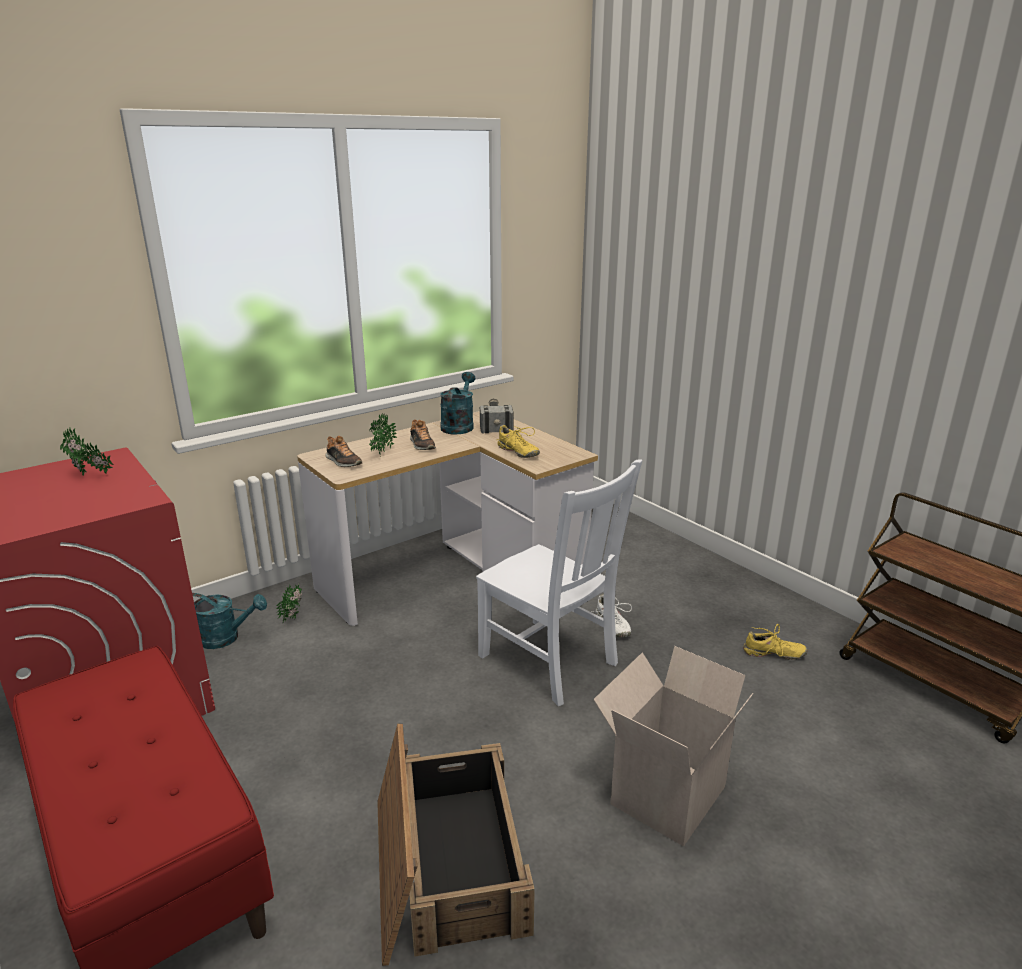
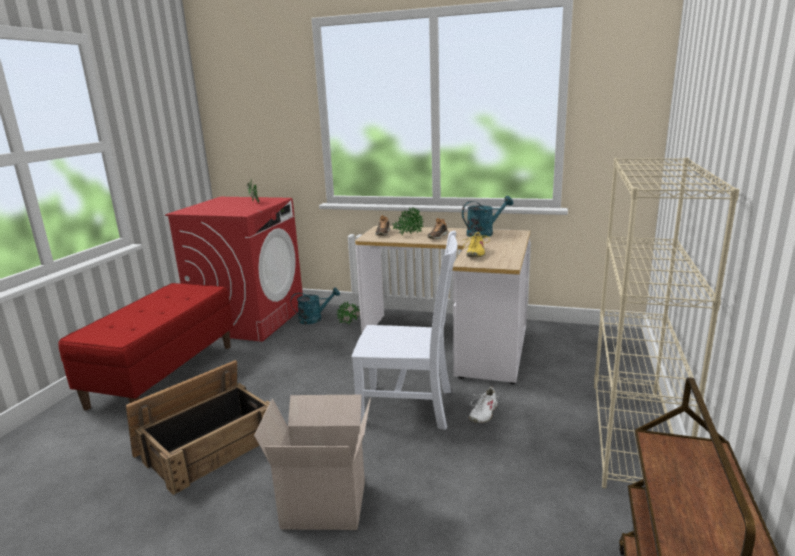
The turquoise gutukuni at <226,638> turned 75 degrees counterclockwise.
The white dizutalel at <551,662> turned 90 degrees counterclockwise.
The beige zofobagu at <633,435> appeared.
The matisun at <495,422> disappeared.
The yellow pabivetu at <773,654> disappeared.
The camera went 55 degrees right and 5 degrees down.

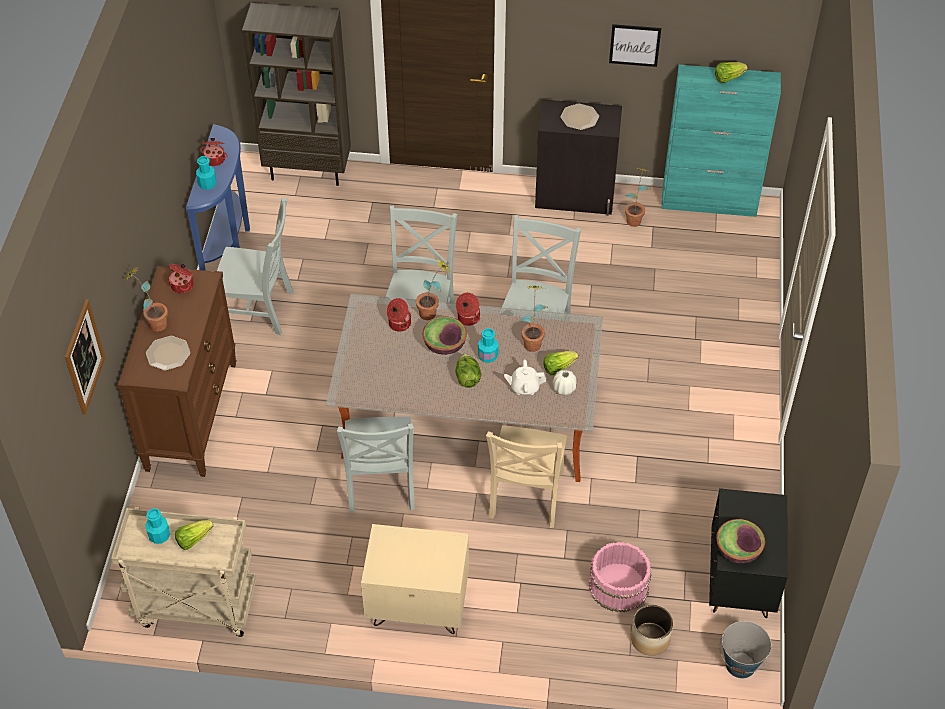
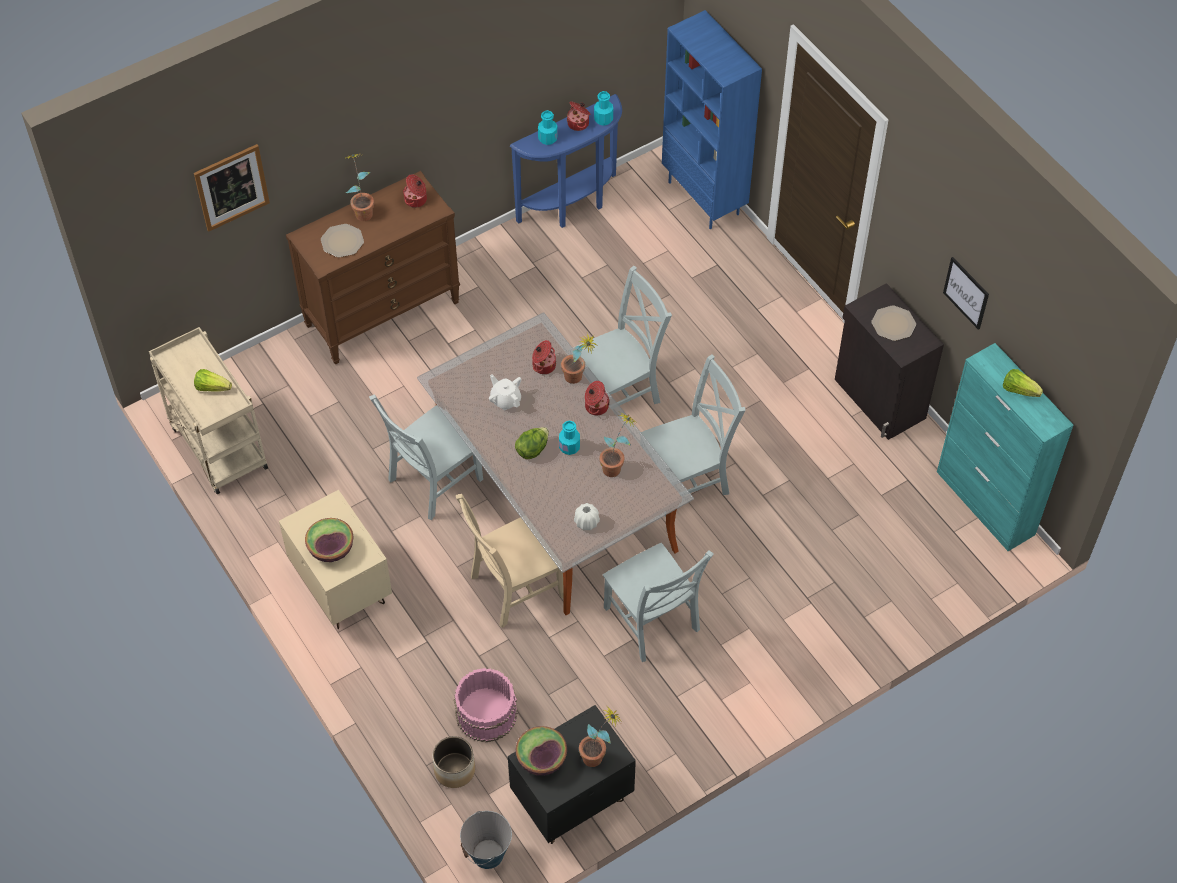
The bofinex moved from <444,345> to <331,548>.
The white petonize moved from <524,387> to <505,400>.
The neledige moved from <635,218> to <598,756>.
The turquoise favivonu moved from <159,535> to <603,119>.
The grey dizutalel moved from <260,310> to <653,622>.
The brown zofobagu at <308,170> became the blue zofobagu at <705,198>.
The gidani at <558,367> disappeared.
The camera went 50 degrees right and 5 degrees up.

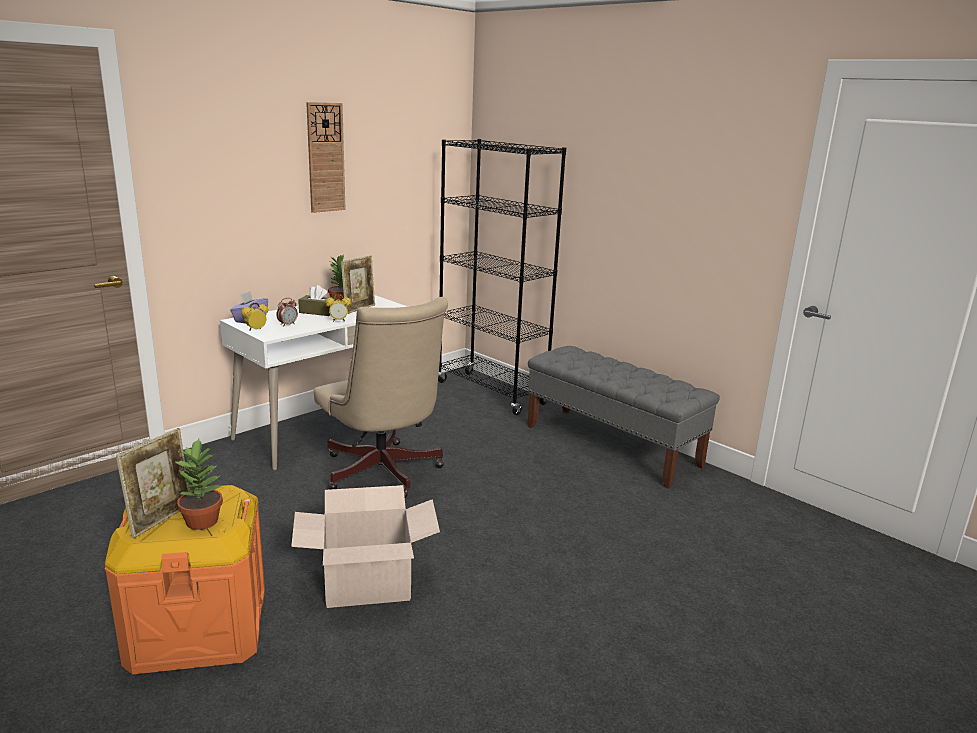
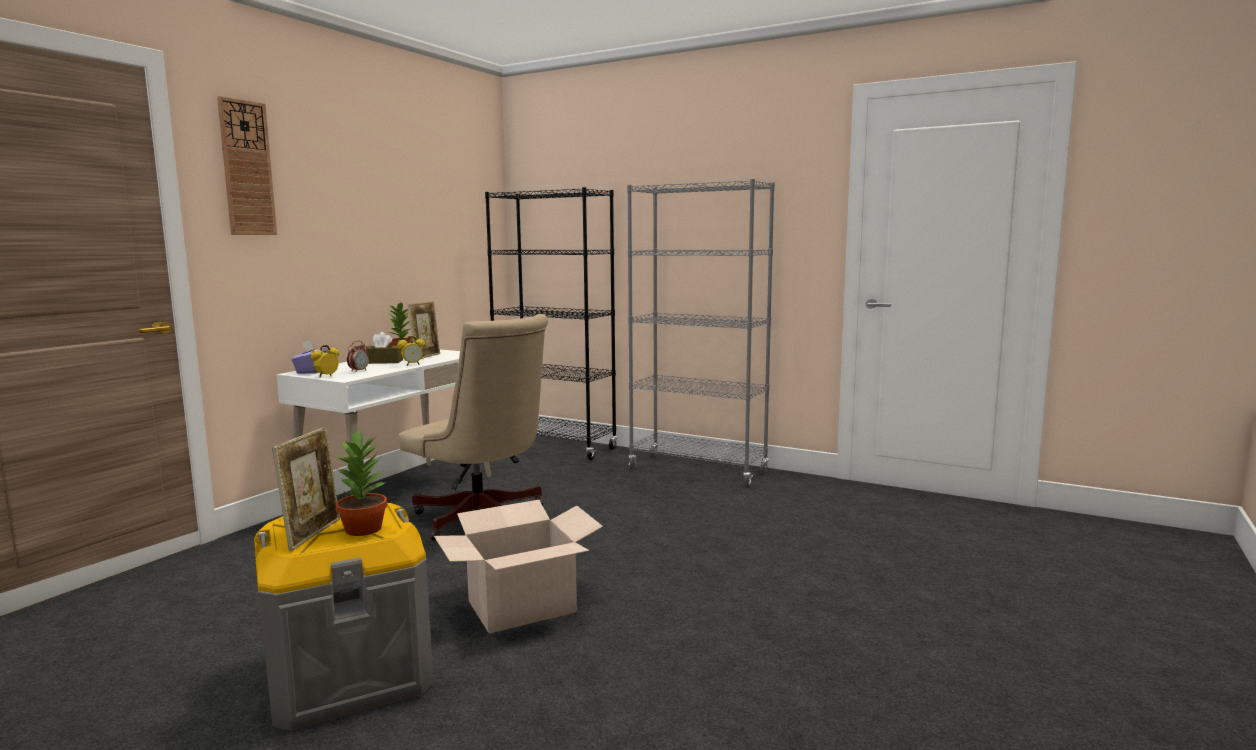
The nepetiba moved from <325,158> to <247,168>.
The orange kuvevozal at <198,627> became the grey kuvevozal at <348,675>.
The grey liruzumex at <612,446> was replaced by the grey zofobagu at <698,470>.
The camera went 15 degrees left and 10 degrees down.

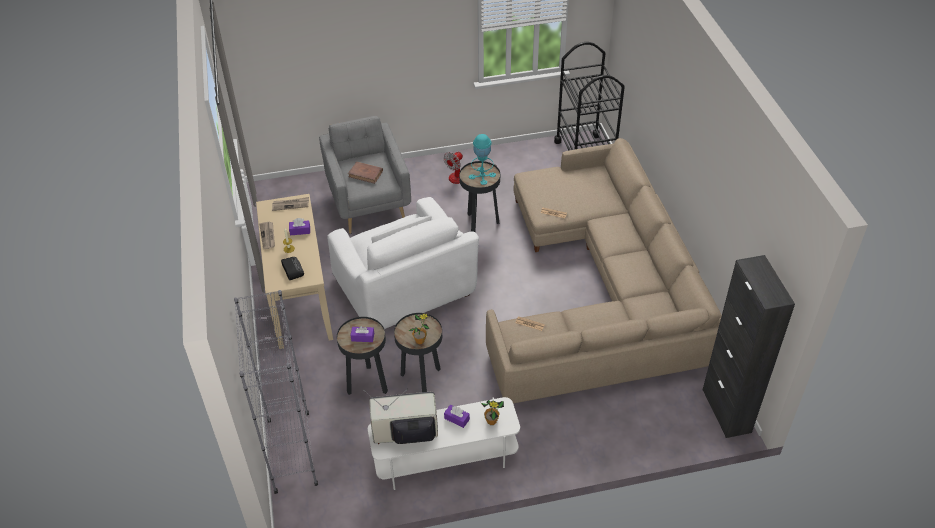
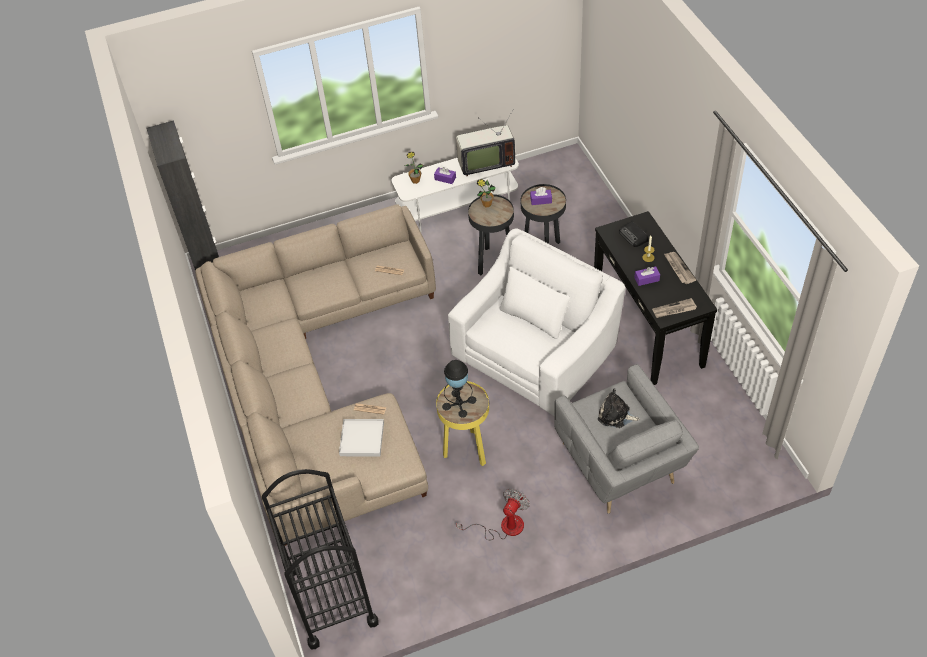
The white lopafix at <362,439> appeared.
The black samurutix at <480,224> became the yellow samurutix at <467,451>.
The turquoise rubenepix at <482,176> became the black rubenepix at <459,403>.
The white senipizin at <405,289> turned 75 degrees clockwise.
The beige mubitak at <299,298> became the black mubitak at <647,326>.
The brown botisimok at <365,174> was replaced by the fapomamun at <616,415>.
The grey zofobagu at <292,452> disappeared.
The camera went 175 degrees right and 5 degrees up.

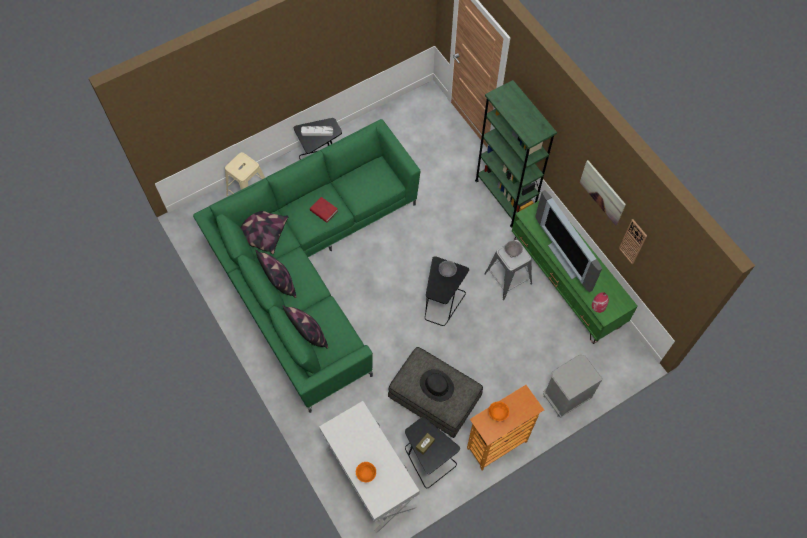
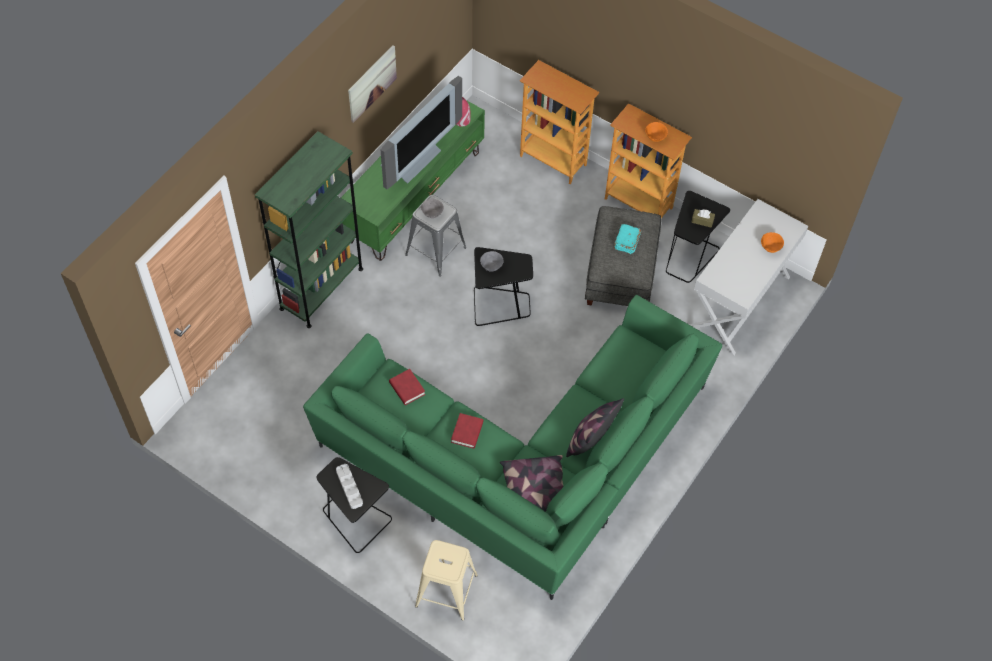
The red botisimok at <407,388> appeared.
The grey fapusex at <565,397> was replaced by the zofobagu at <553,160>.
The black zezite at <436,385> was replaced by the turquoise botisimok at <626,242>.
The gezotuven at <309,334> disappeared.
The nepetiba at <633,241> disappeared.
The camera went 115 degrees left and 5 degrees down.

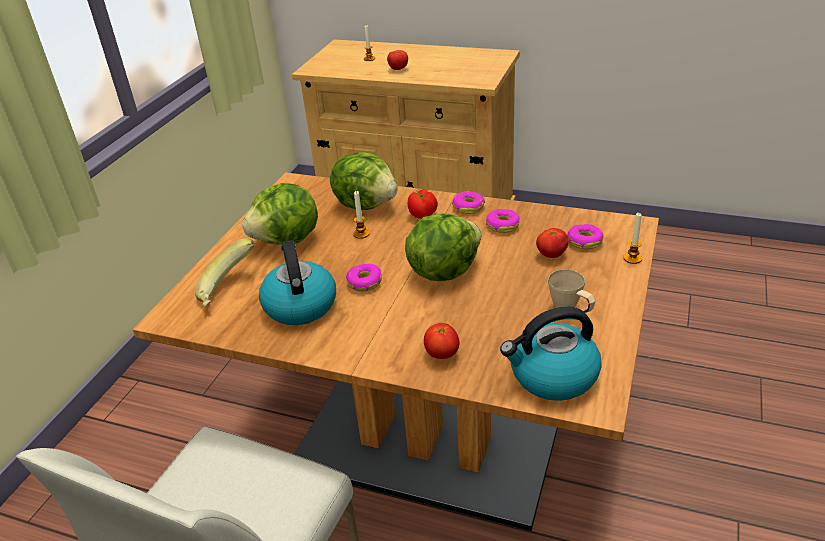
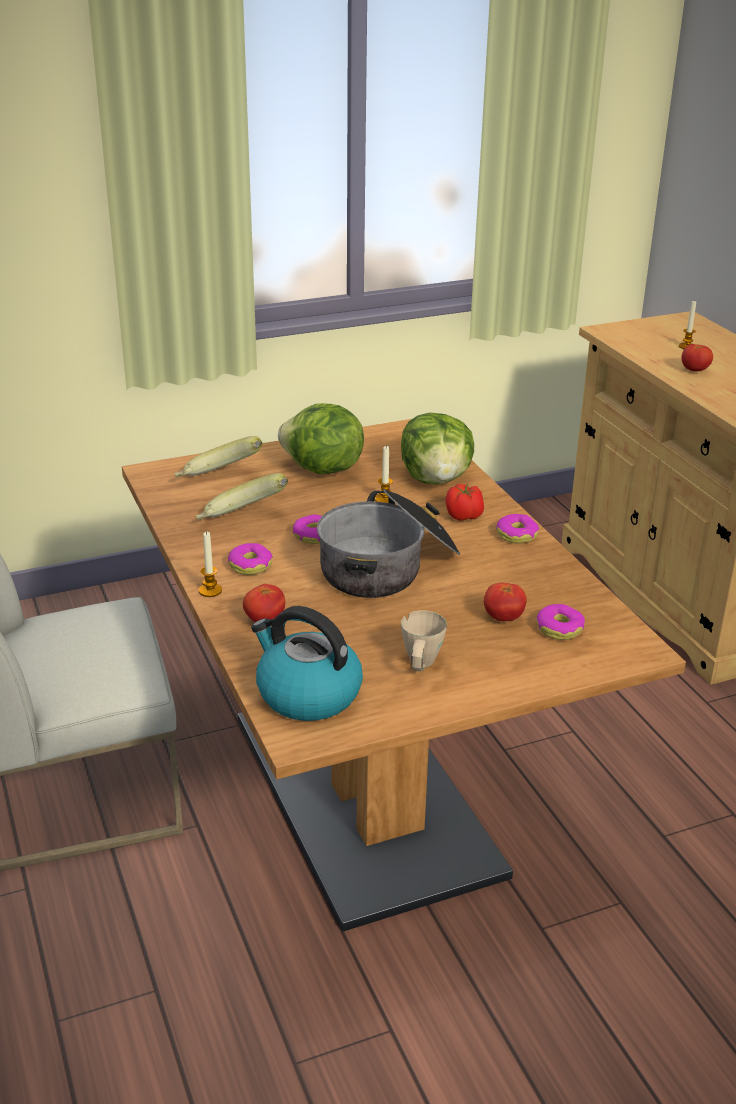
The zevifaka at <299,305> was replaced by the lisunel at <241,520>.
The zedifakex moved from <632,258> to <210,591>.
The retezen moved from <503,225> to <250,565>.
The gidani at <443,270> was replaced by the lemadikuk at <388,567>.
The camera went 45 degrees right and 5 degrees down.

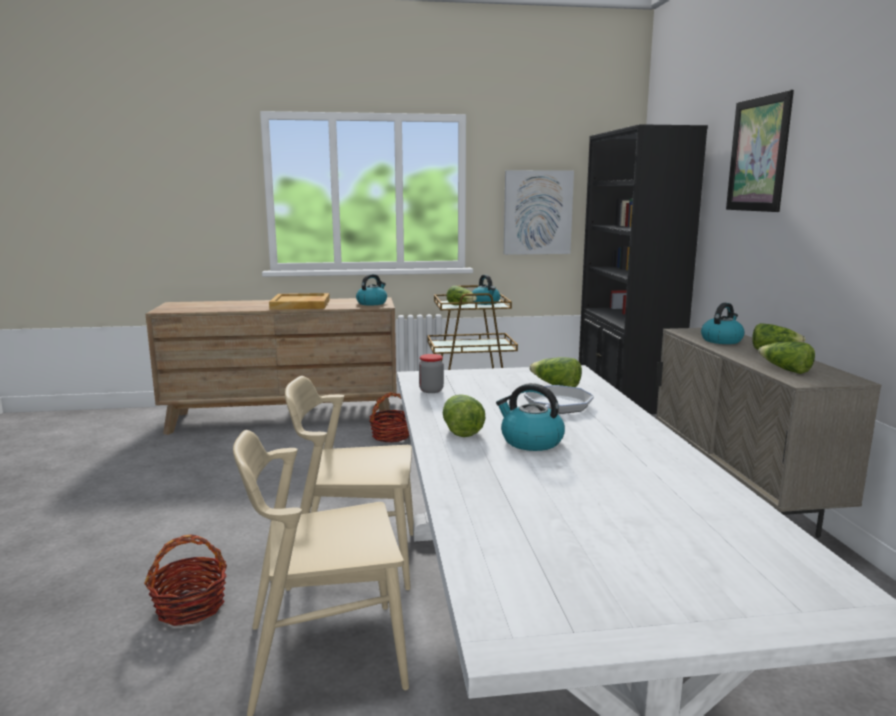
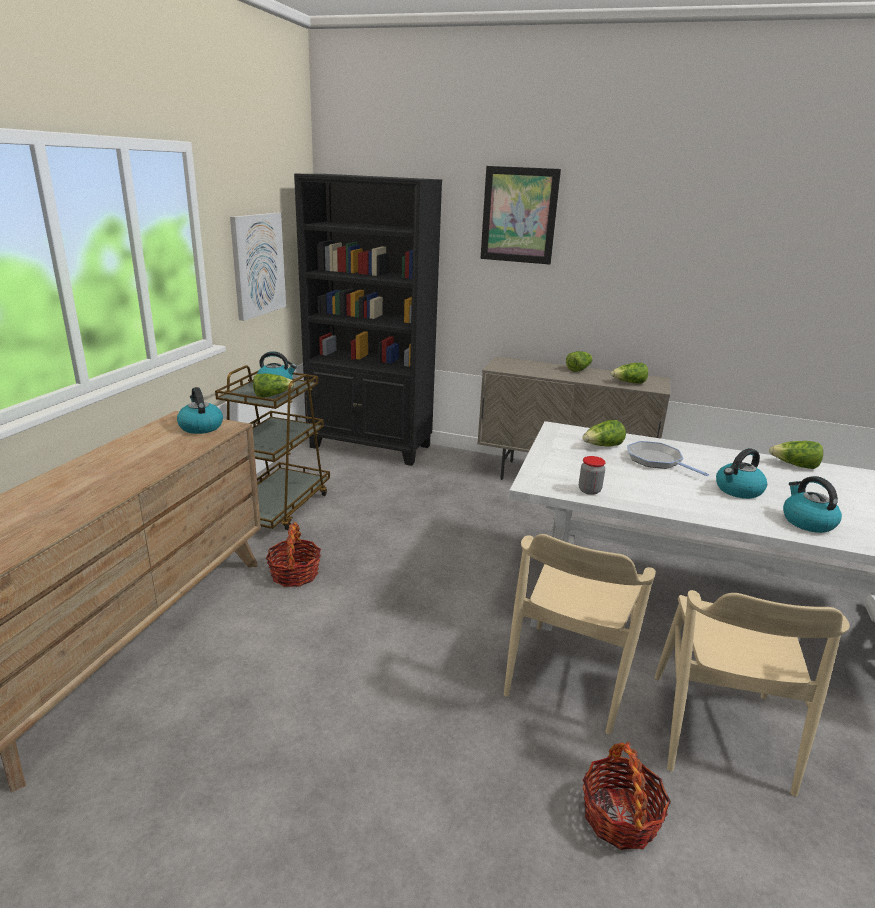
The gidani moved from <461,430> to <794,465>.
The zevifaka moved from <721,340> to <807,522>.
The beige lopafix at <301,304> disappeared.
The camera went 65 degrees left and 10 degrees up.

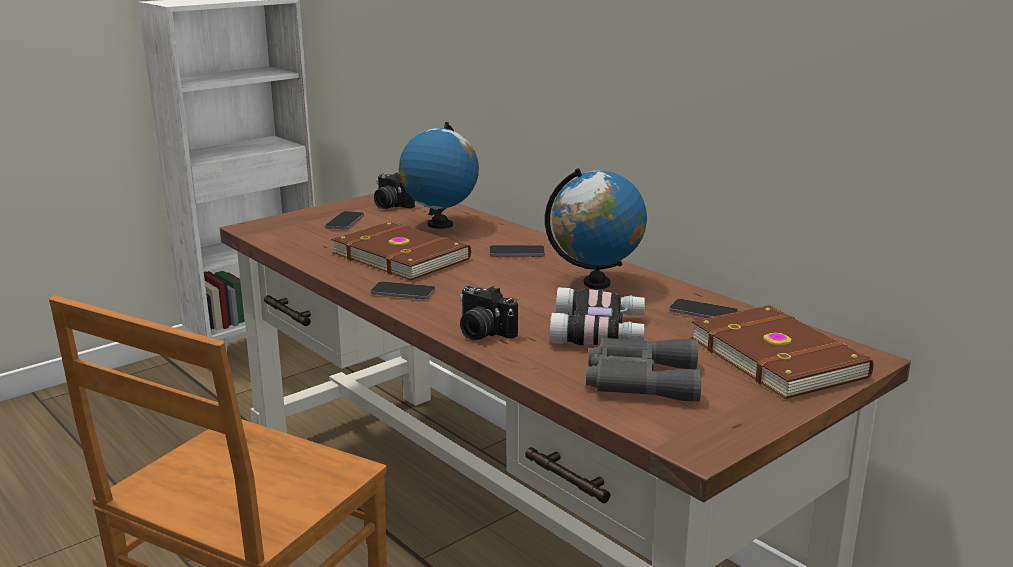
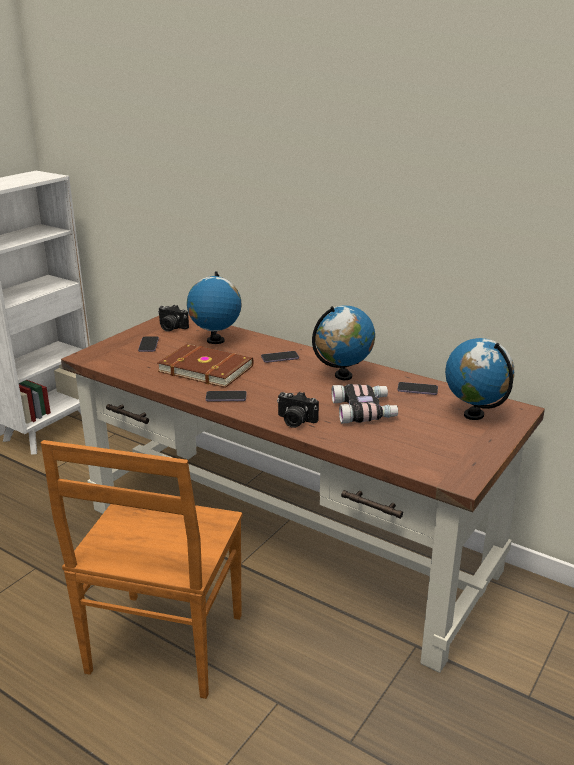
The brown botisimok at <778,356> was replaced by the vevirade at <474,415>.
The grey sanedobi at <639,379> disappeared.
The camera went 15 degrees left and 5 degrees up.

